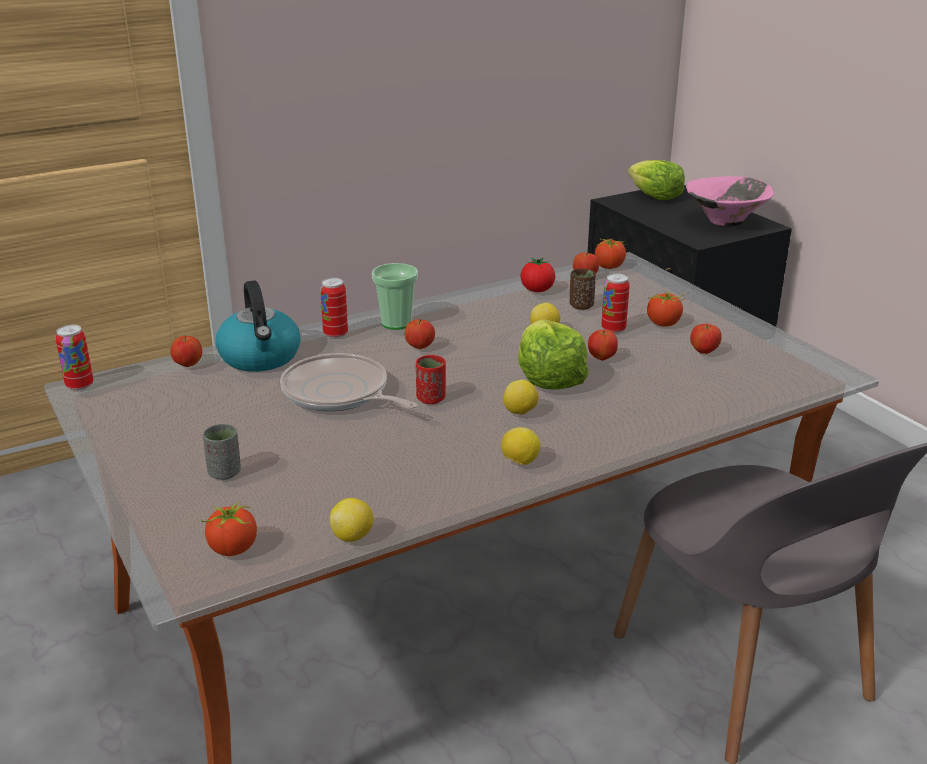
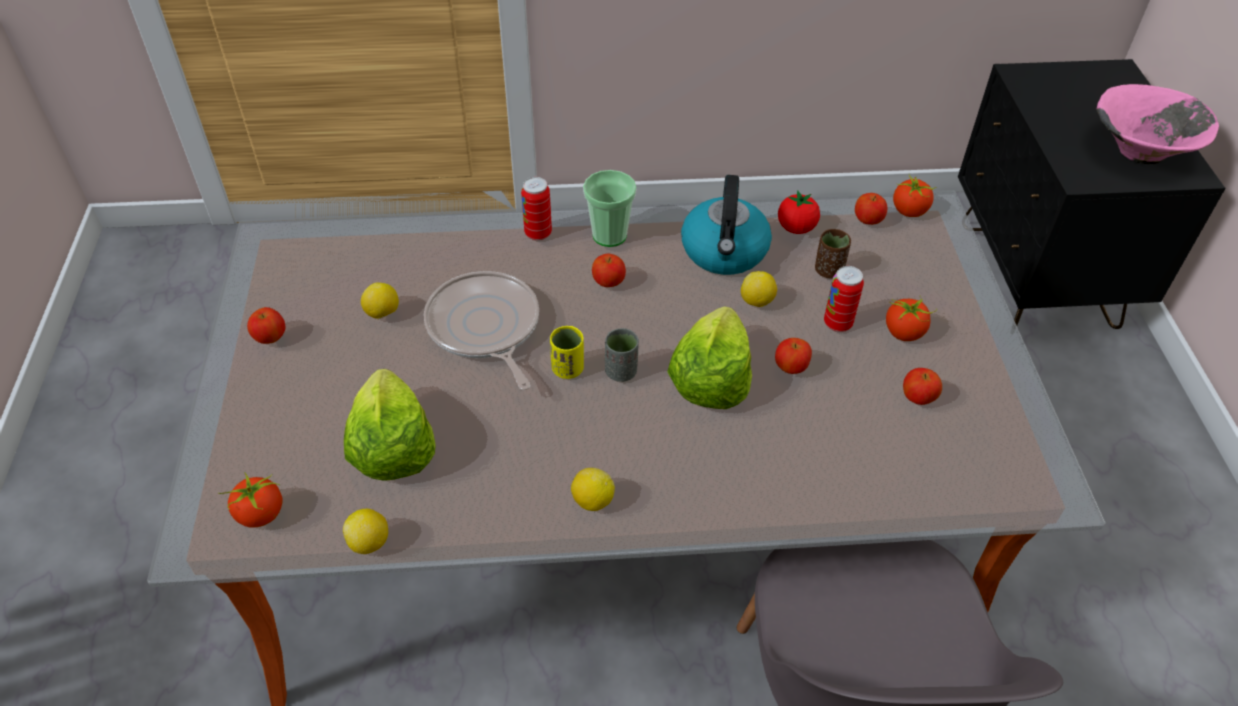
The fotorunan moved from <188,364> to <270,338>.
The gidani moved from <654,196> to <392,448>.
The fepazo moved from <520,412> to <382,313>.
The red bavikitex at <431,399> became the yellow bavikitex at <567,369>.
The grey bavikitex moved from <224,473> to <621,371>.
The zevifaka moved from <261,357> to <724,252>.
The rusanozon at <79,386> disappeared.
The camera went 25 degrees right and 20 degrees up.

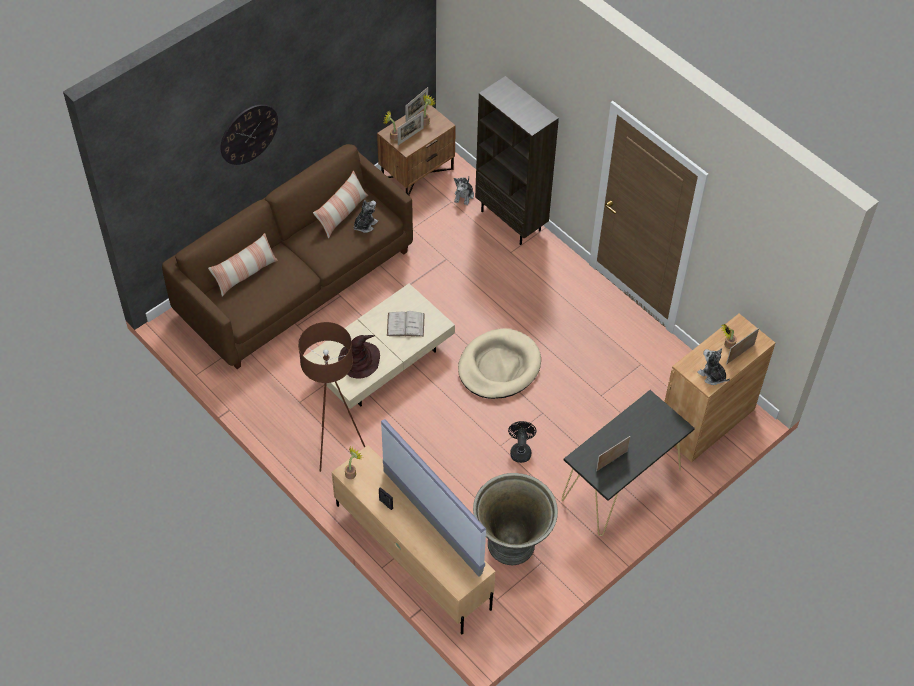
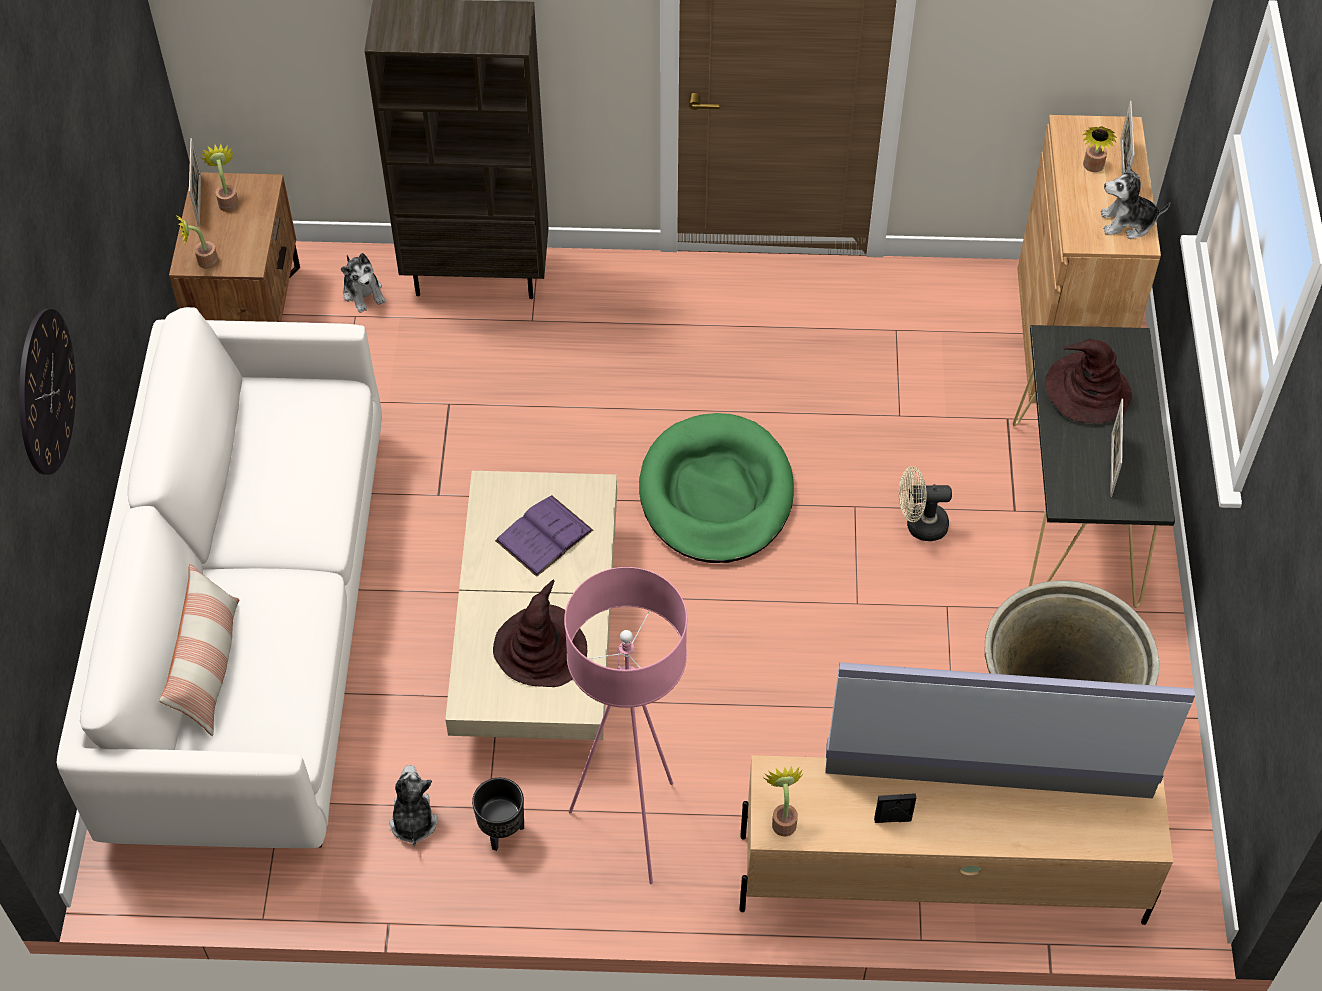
The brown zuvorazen at <295,281> became the white zuvorazen at <251,628>.
The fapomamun moved from <365,225> to <413,820>.
The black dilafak at <502,831> appeared.
The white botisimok at <405,324> became the purple botisimok at <544,535>.
The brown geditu at <335,448> became the pink geditu at <630,826>.
The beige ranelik at <499,366> became the green ranelik at <716,494>.
The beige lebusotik at <919,525> appeared.
The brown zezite at <1086,390> appeared.
The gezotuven at <342,213> disappeared.
The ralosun at <410,136> disappeared.
The black lebusotik at <520,450> disappeared.
The camera went 45 degrees left and 0 degrees up.

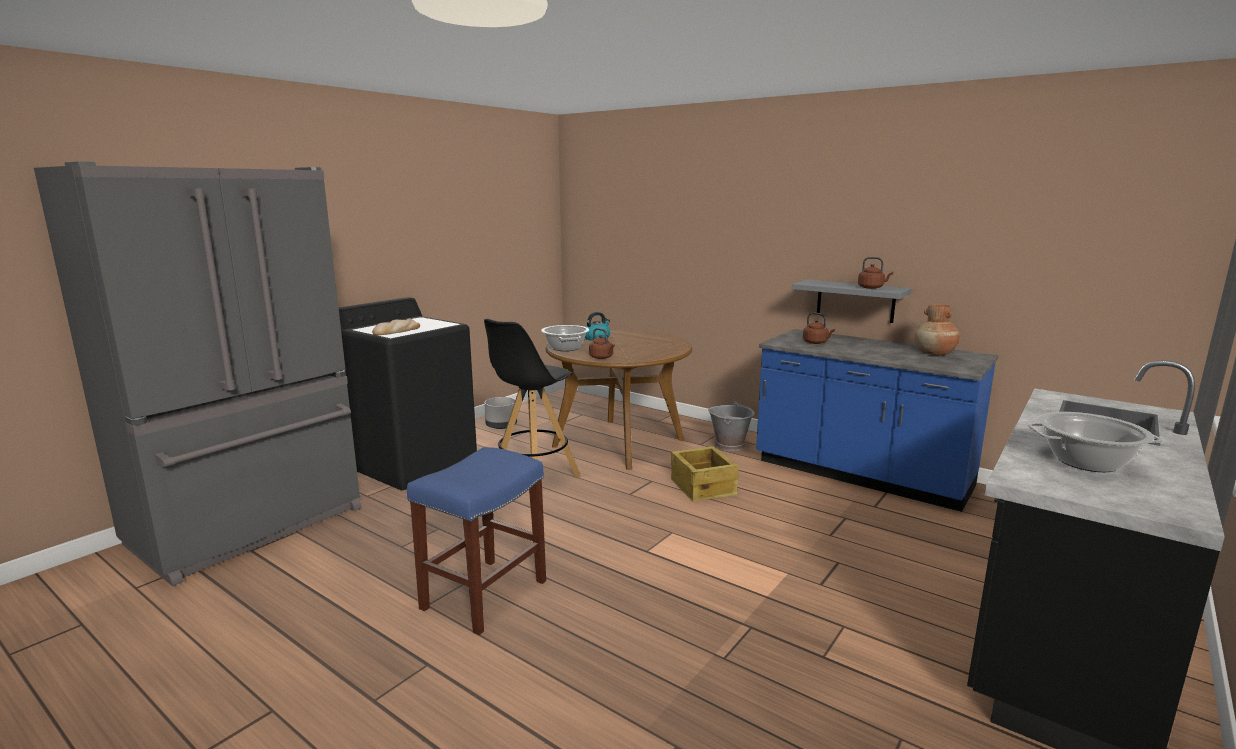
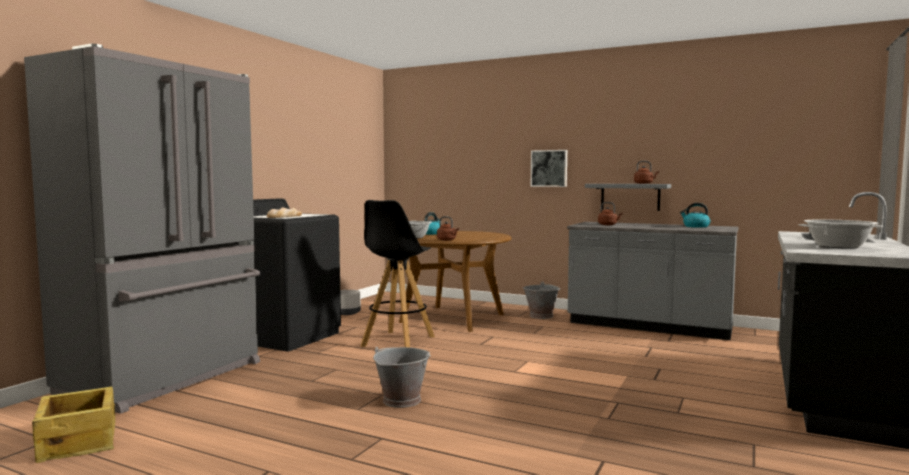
The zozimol moved from <703,487> to <79,441>.
The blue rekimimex at <485,593> was replaced by the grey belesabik at <401,400>.
The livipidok at <549,168> appeared.
The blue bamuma at <861,475> became the grey bamuma at <649,326>.
The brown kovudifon at <934,353> was replaced by the zevifaka at <695,226>.
The camera went 10 degrees left and 10 degrees down.

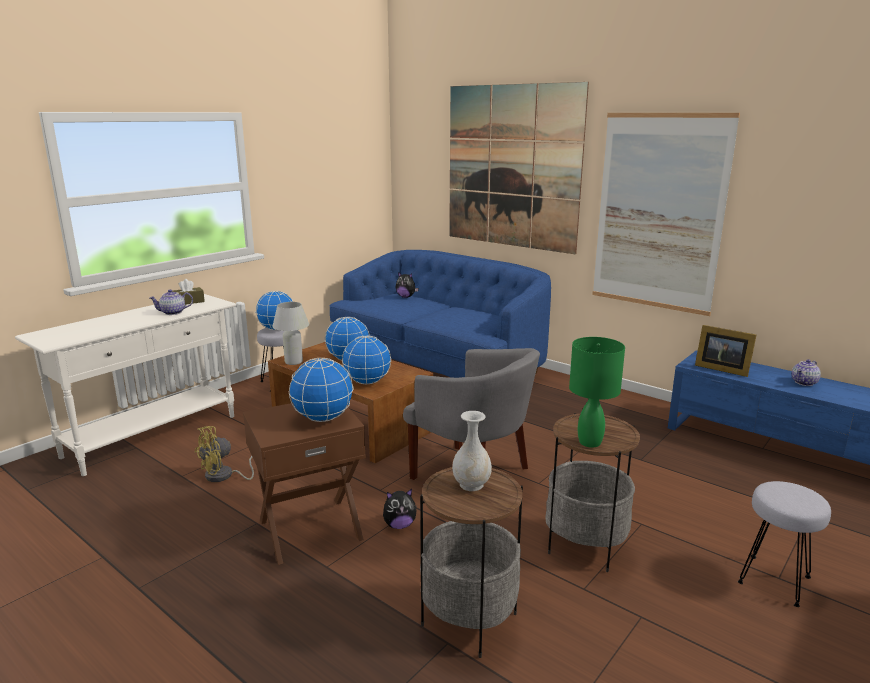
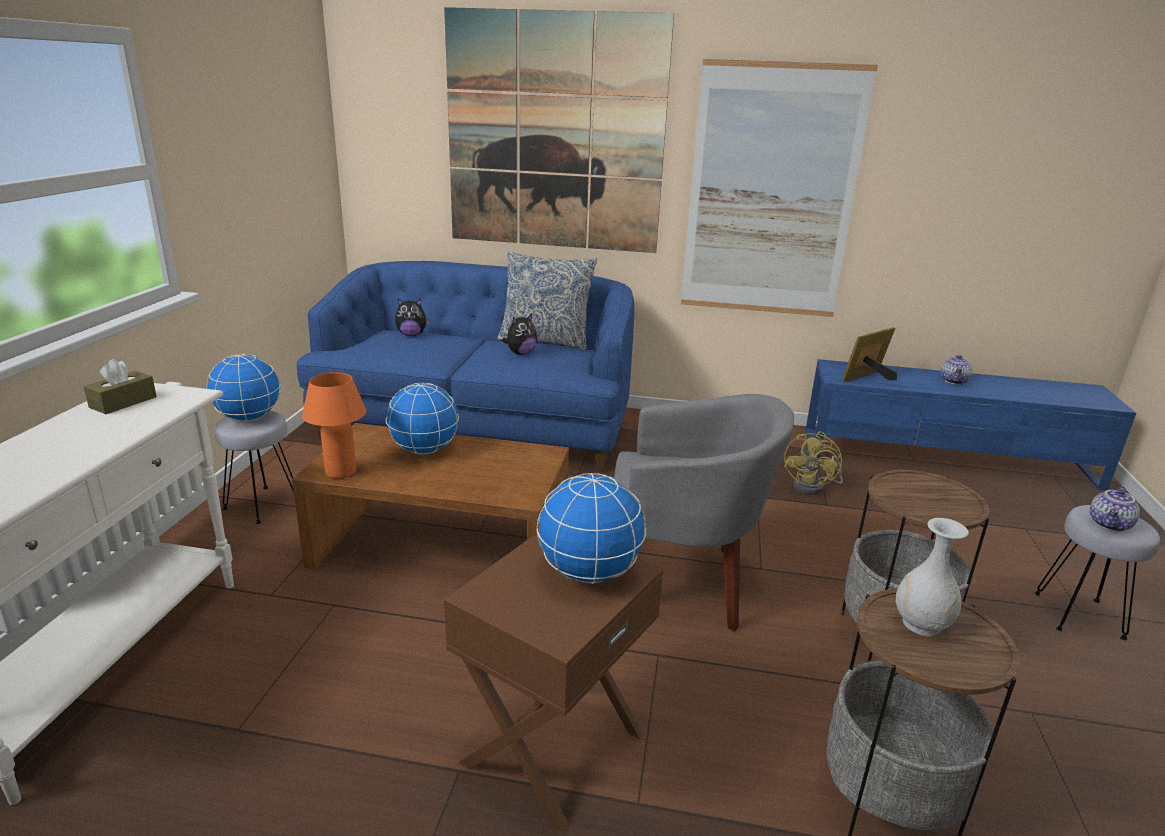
The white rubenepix at <293,362> became the orange rubenepix at <341,472>.
The gezotuven at <546,341> appeared.
The fapomamun moved from <399,525> to <520,353>.
The yellow lebusotik moved from <225,476> to <814,487>.
The ralosun at <720,368> turned 135 degrees clockwise.
The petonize moved from <172,313> to <1110,525>.
The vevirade at <367,382> disappeared.
The green rubenepix at <589,442> disappeared.
The camera went 30 degrees left and 5 degrees up.

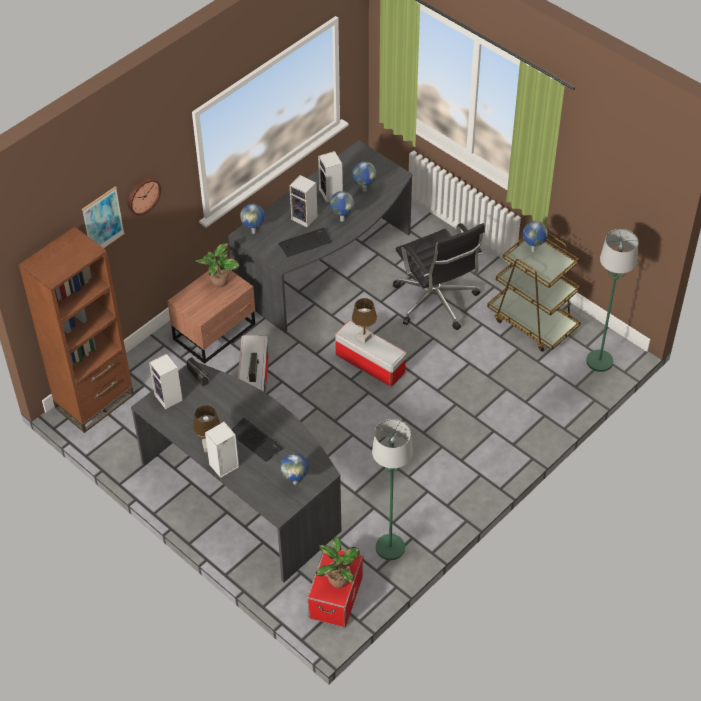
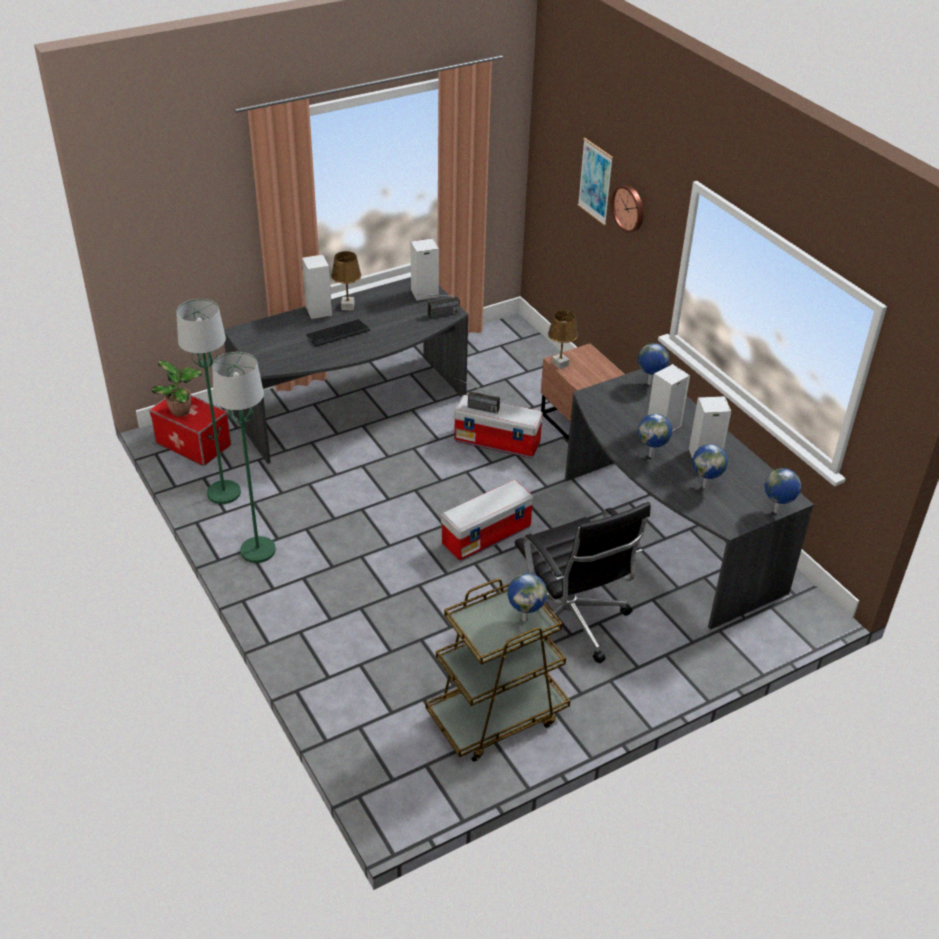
The green geditu moved from <599,361> to <258,550>.
The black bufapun at <436,302> turned 105 degrees counterclockwise.
The brown rubenepix moved from <364,338> to <560,364>.
The vevirade moved from <296,482> to <776,512>.
The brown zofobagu at <95,401> disappeared.
The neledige at <219,282> disappeared.
The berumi at <305,243> disappeared.
The camera went 105 degrees right and 10 degrees down.

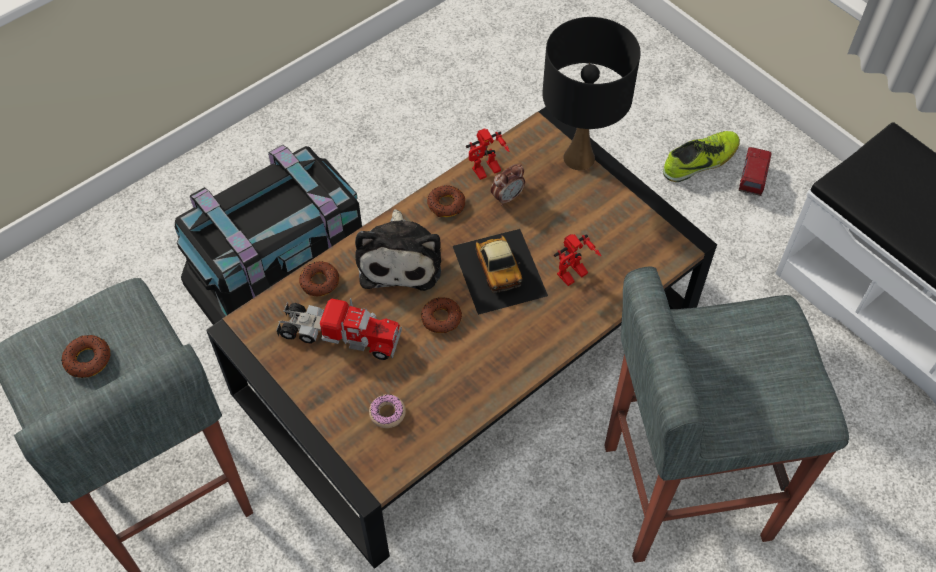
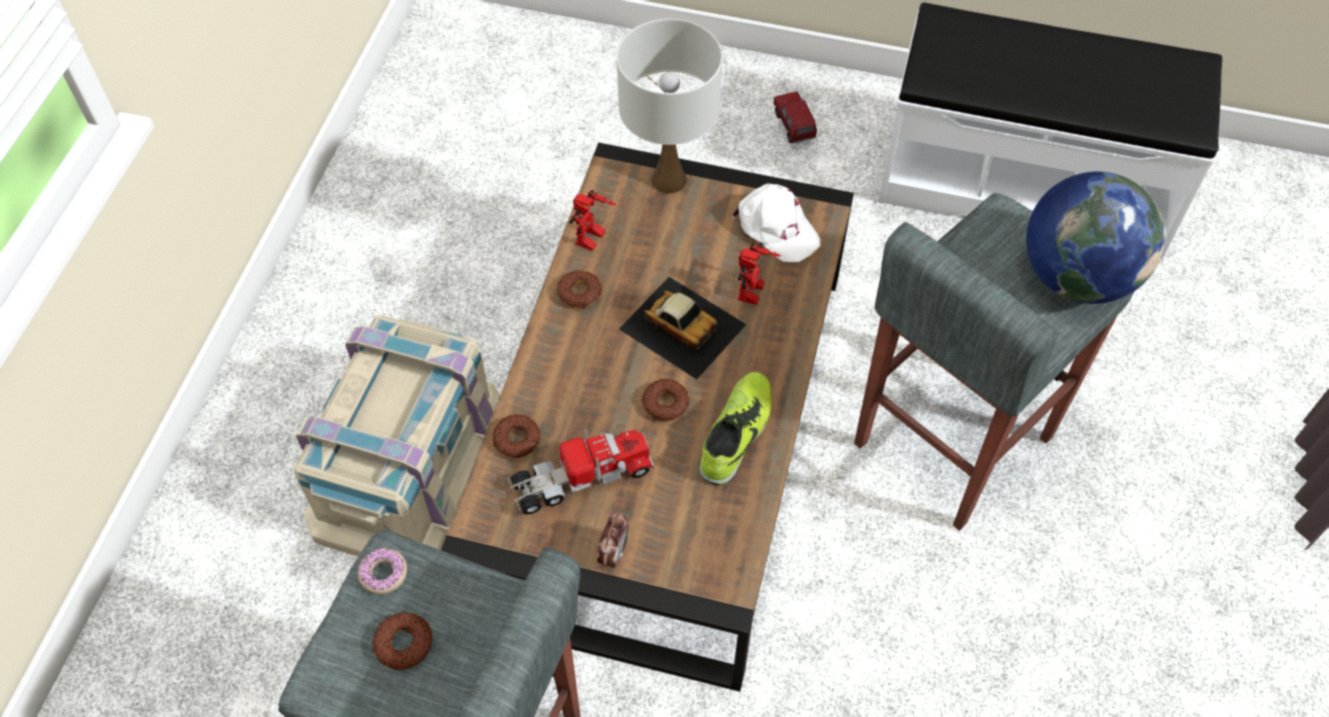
The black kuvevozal at <281,268> became the beige kuvevozal at <409,465>.
The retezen moved from <387,413> to <383,573>.
The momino moved from <507,197> to <613,553>.
The black rubenepix at <579,157> became the white rubenepix at <669,179>.
The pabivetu moved from <700,161> to <737,433>.
The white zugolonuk at <776,228> appeared.
The vevirade at <1077,276> appeared.
The fapomamun at <400,258> disappeared.
The camera went 35 degrees left and 0 degrees up.

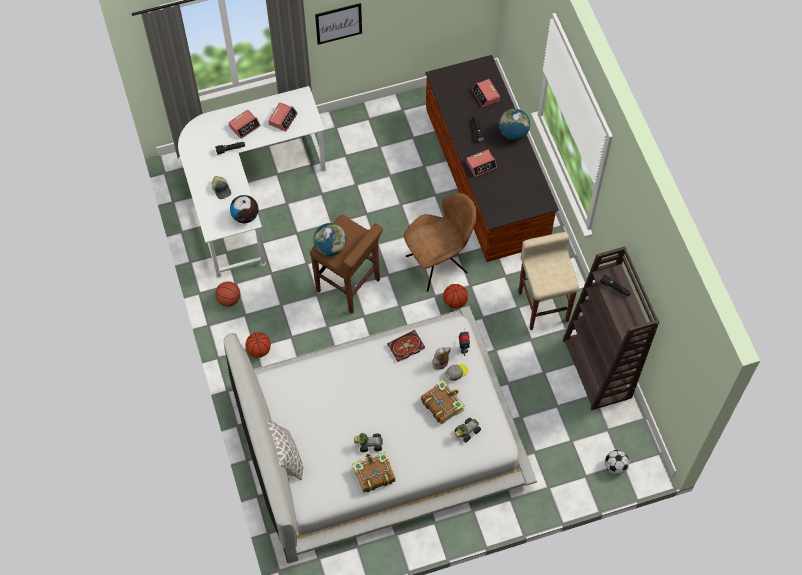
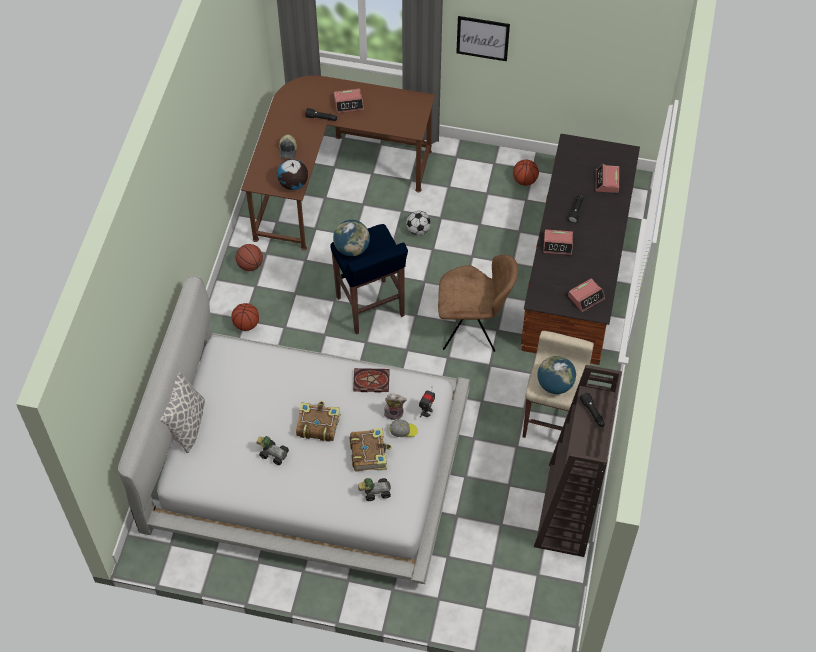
The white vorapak at <247,194> became the brown vorapak at <331,179>.
The botisimok moved from <373,474> to <317,425>.
The brown rekimimex at <349,286> became the blue rekimimex at <370,307>.
The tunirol moved from <615,466> to <418,230>.
The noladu moved from <455,302> to <524,180>.
The vevirade moved from <513,133> to <555,384>.
The momino moved from <283,119> to <586,297>.
The camera went 30 degrees right and 5 degrees down.

